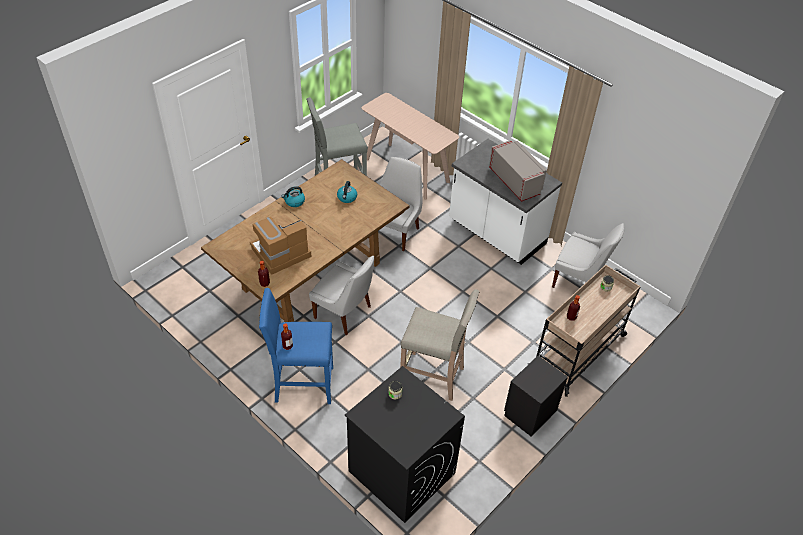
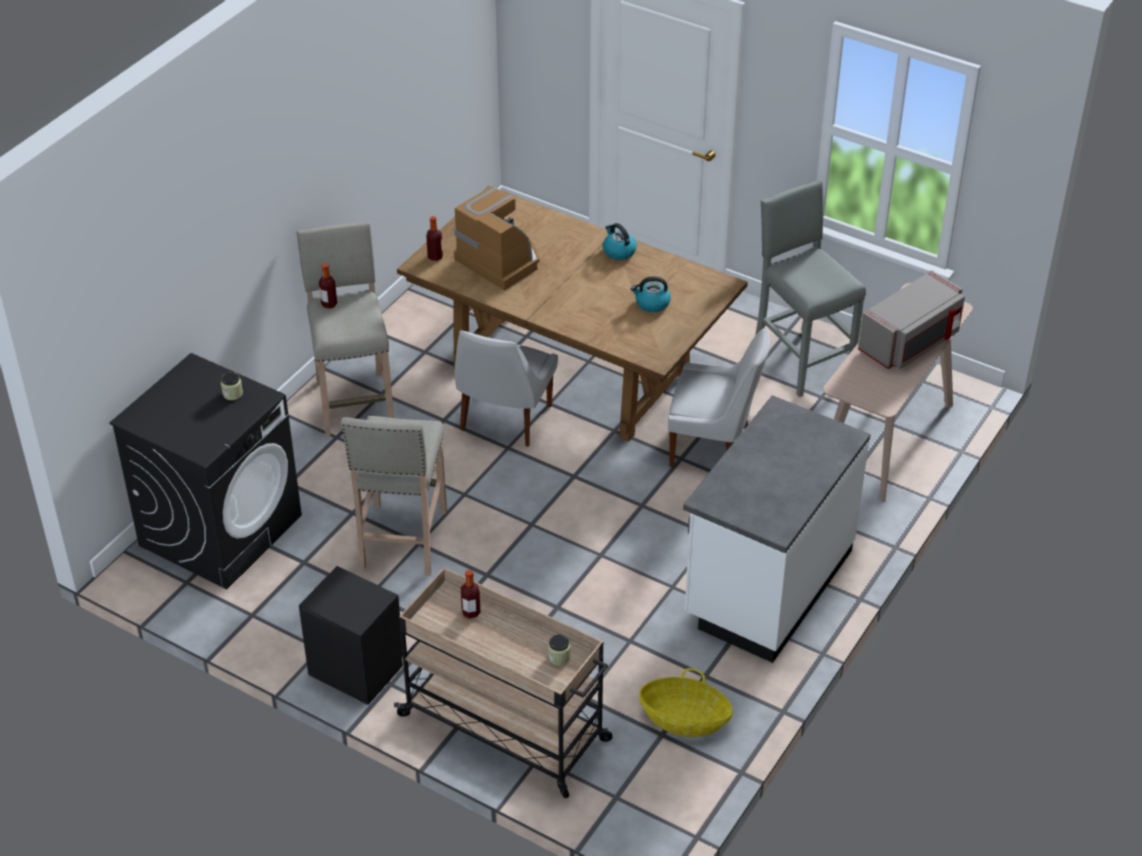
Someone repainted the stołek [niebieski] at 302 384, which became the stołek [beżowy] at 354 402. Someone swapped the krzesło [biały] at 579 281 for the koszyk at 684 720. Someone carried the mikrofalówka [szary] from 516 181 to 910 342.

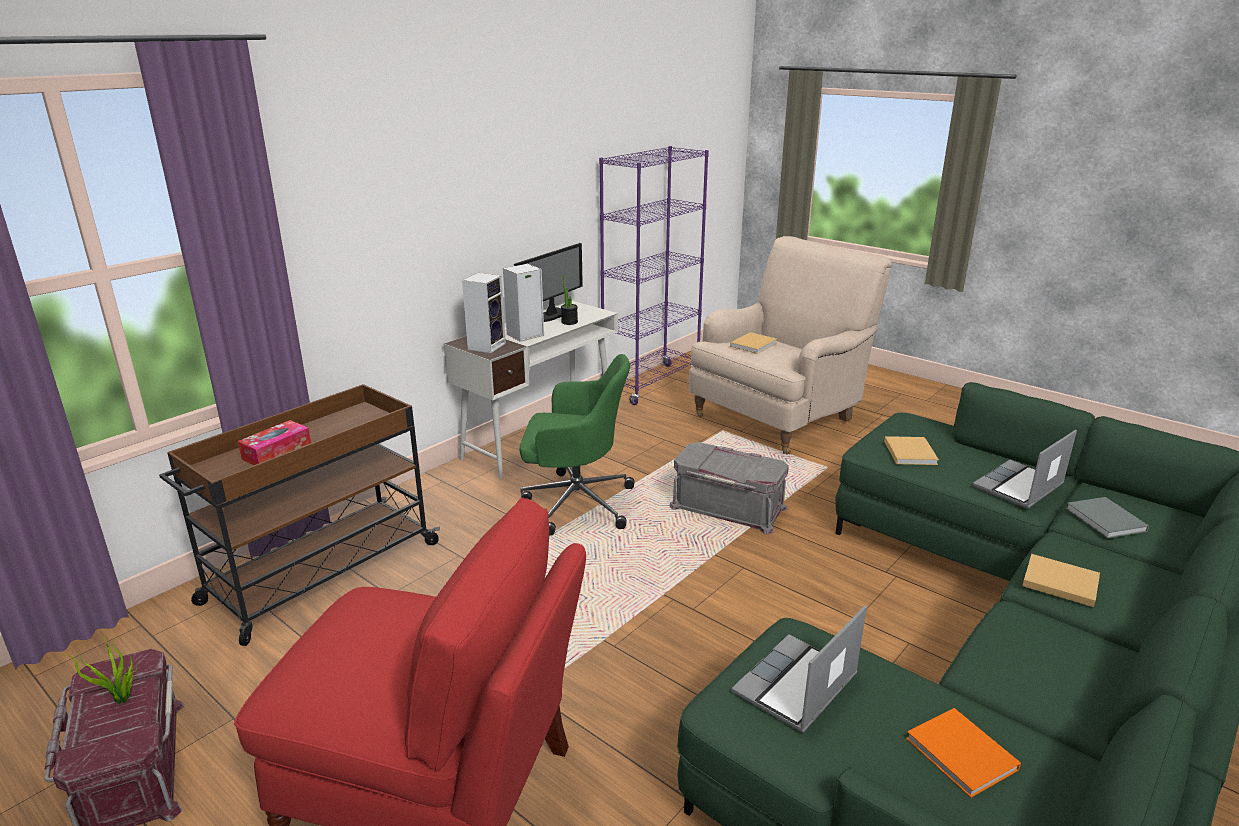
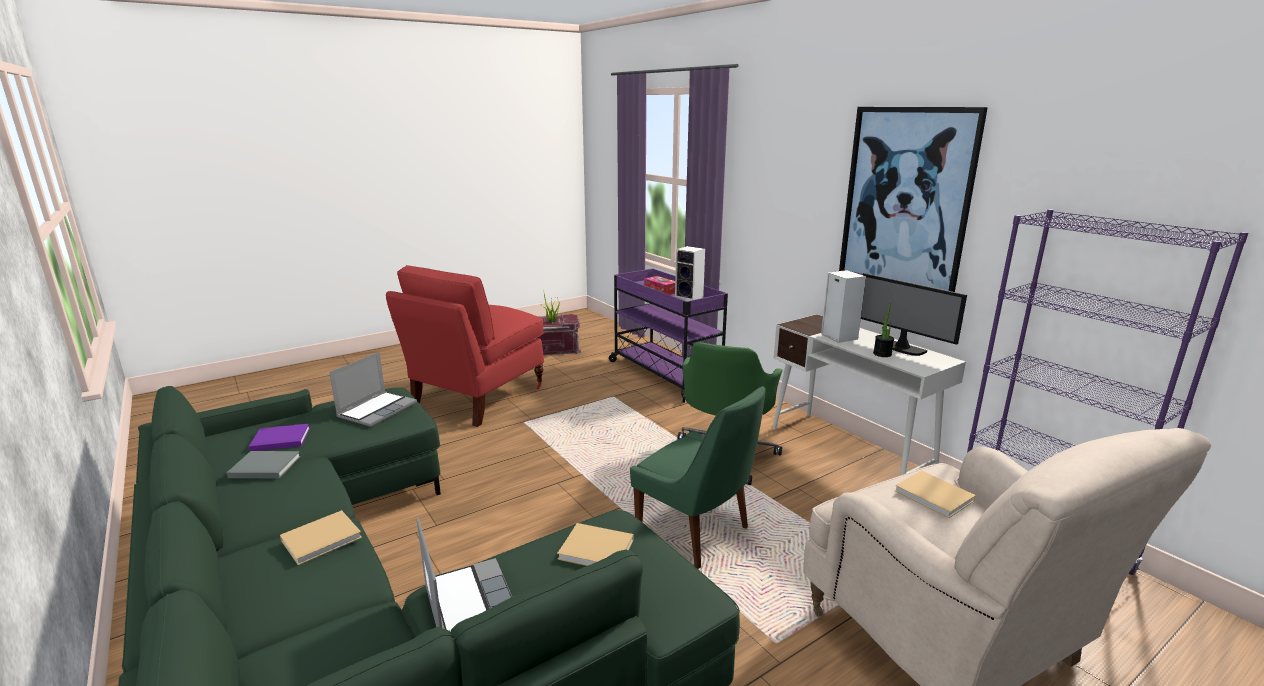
Someone carried the książka [szary] from 1107 521 to 263 467. Someone repainted the książka [pomarańczowy] at 963 756, which became the książka [fioletowy] at 279 439. Someone rotated the laptop at 796 686 by 60 degrees clockwise. Someone repainted the wózek [brązowy] at 320 574, which became the wózek [fioletowy] at 665 374. Someone swapped the pojemnik do przechowywania [szary] at 728 507 for the krzesło [zielony] at 696 533. Someone carried the głośnik from 487 345 to 690 300. Someone put up the obraz at 905 200.

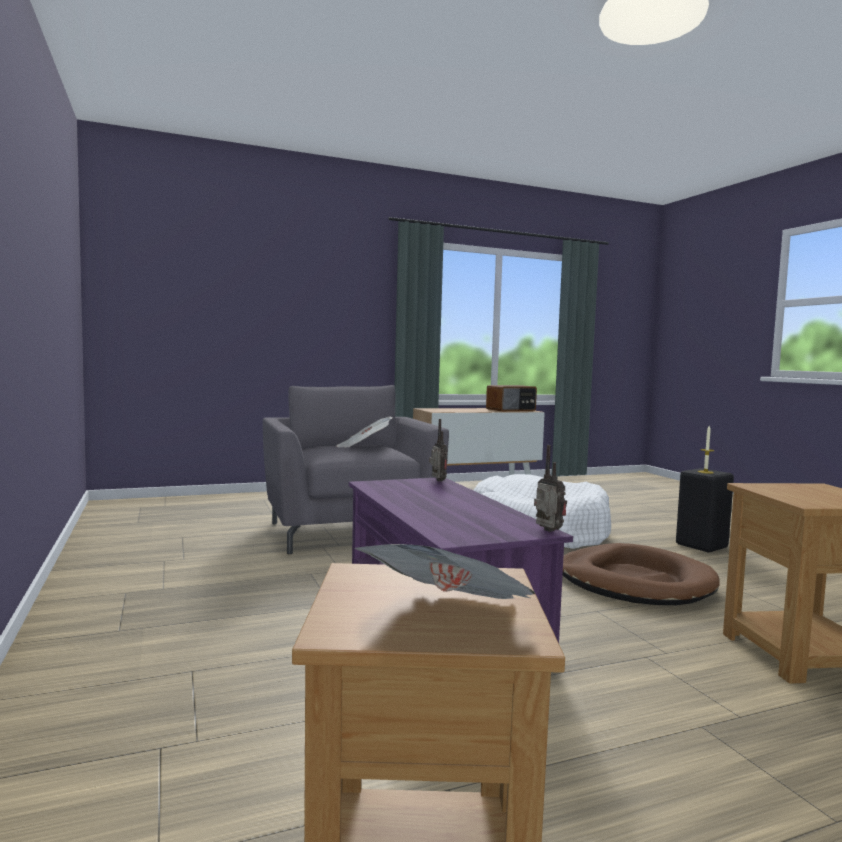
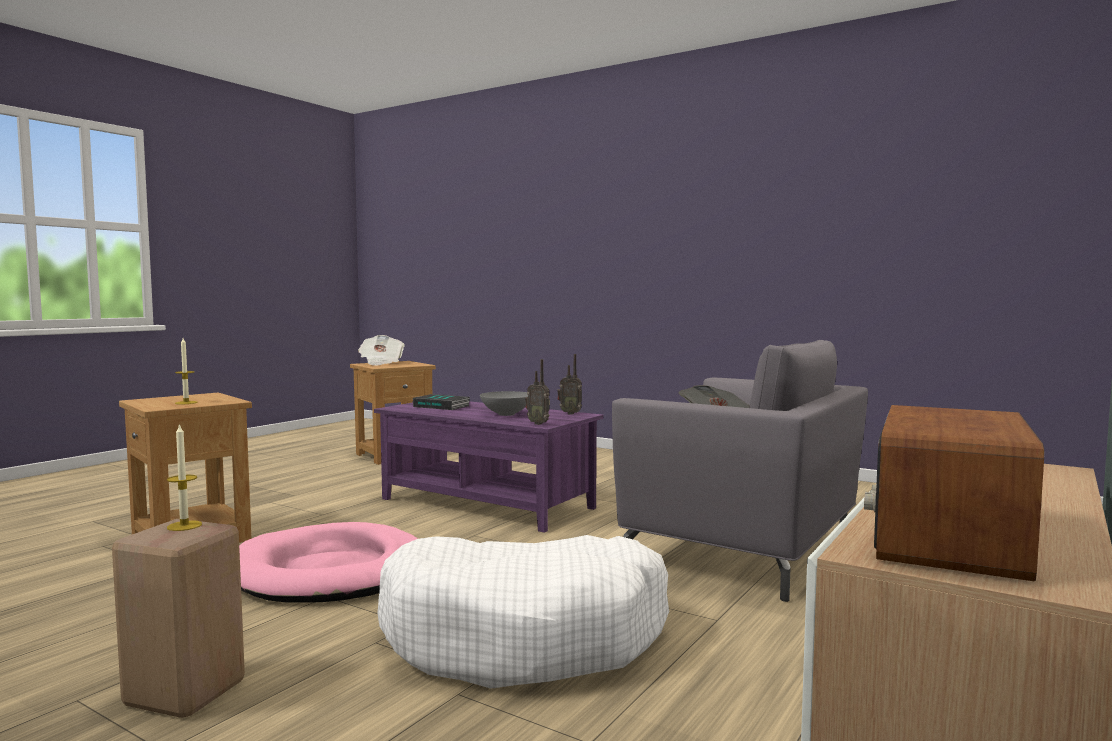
Someone repainted the stołek [czarny] at 703 546, which became the stołek [beżowy] at 181 694. Someone put down the świeca at 186 403. Someone repainted the legowisko [brązowy] at 634 582, which became the legowisko [różowy] at 331 572. Someone put down the książka at 442 406. Someone put down the miska [szary] at 506 414. Someone carried the radio from 547 531 to 570 413.

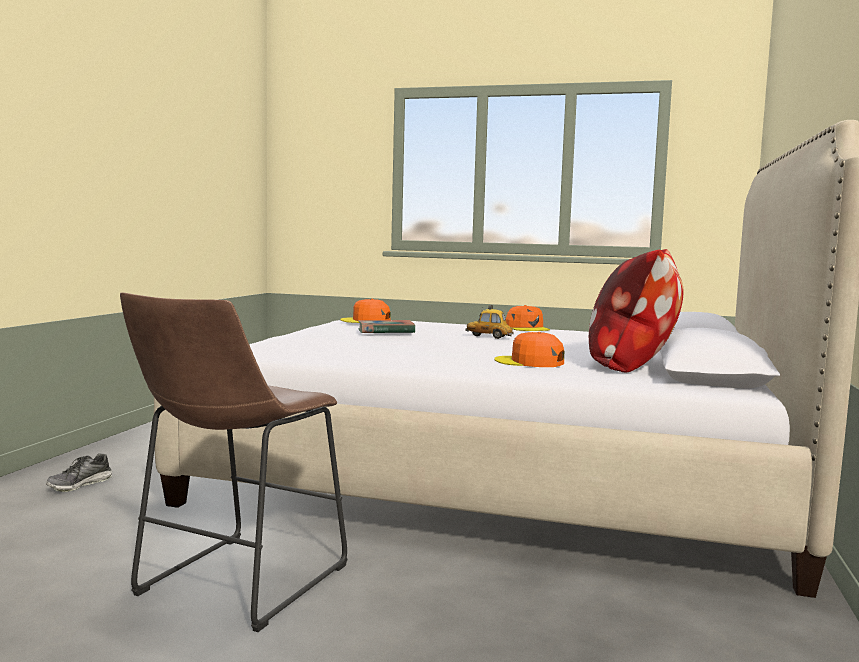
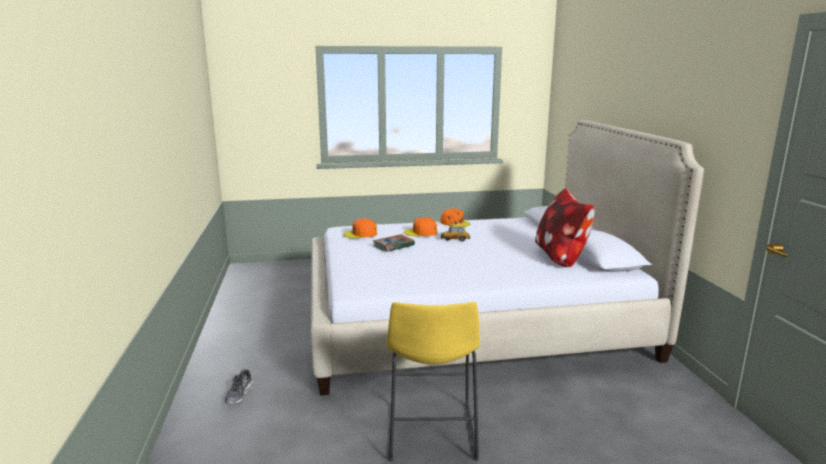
Someone repainted the stołek [brązowy] at 235 584, which became the stołek [żółty] at 431 436. Someone carried the czapka z daszkiem [pomarańczowy] from 529 362 to 421 232.

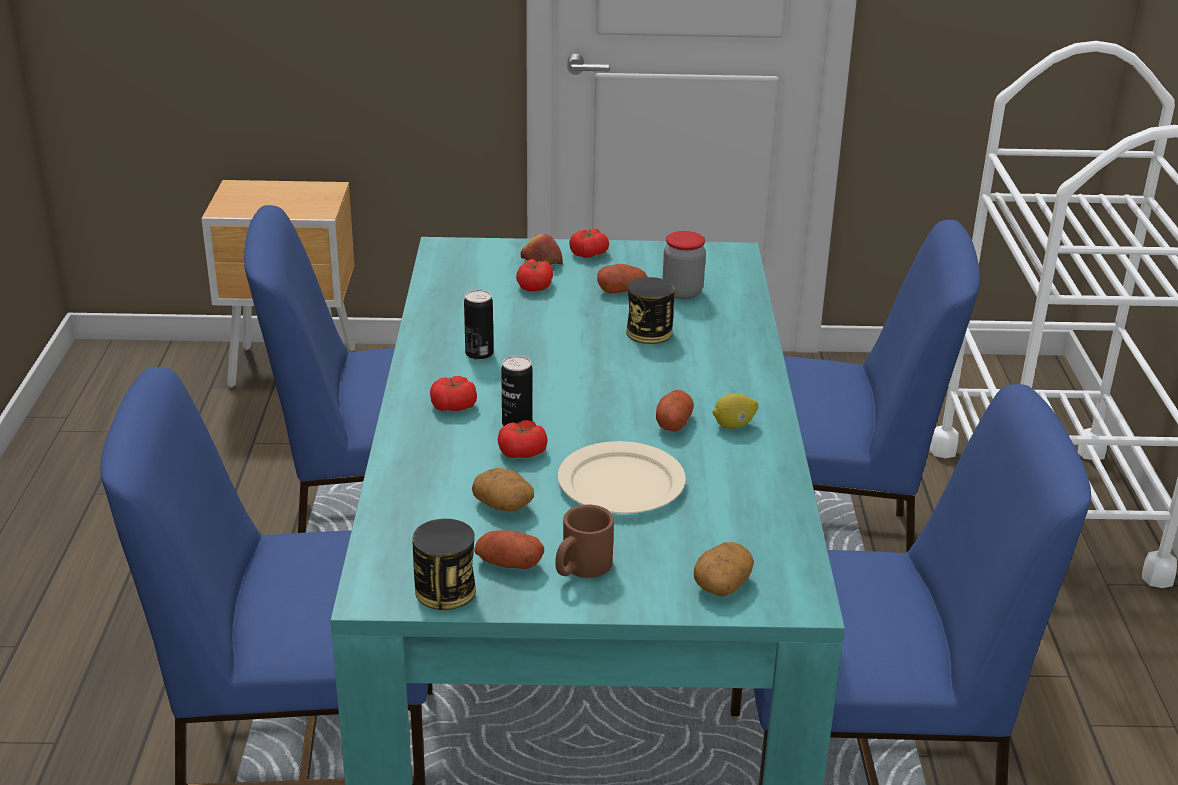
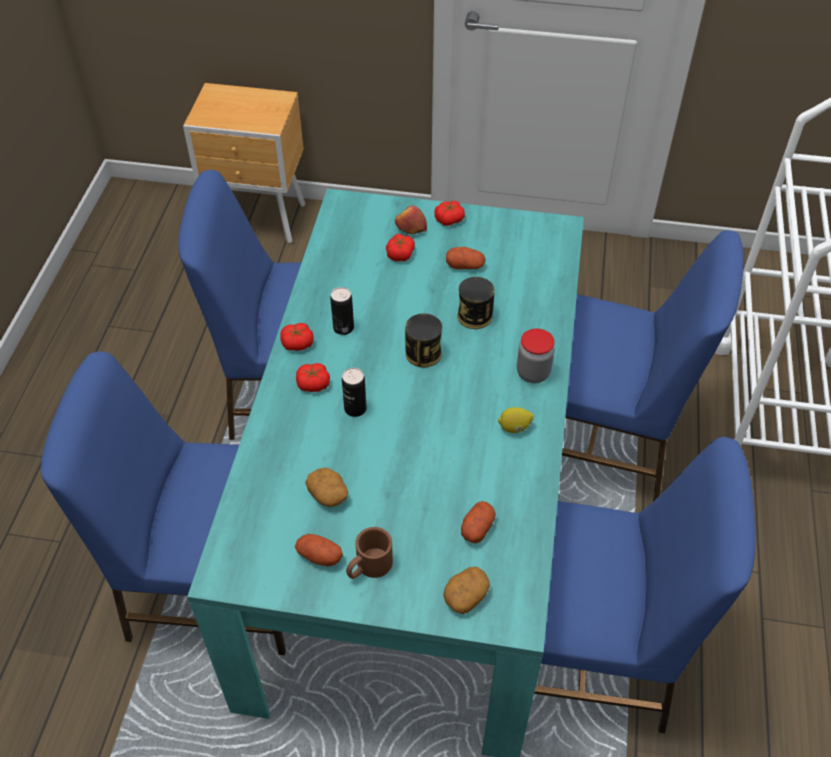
Someone carried the pomidor from 522 452 to 297 343. Someone carried the puszka from 445 590 to 423 353. Someone carried the ziemniak from 673 422 to 477 528. Someone carried the słoik from 682 292 to 533 373. Someone took away the talerz [beżowy] at 621 483.

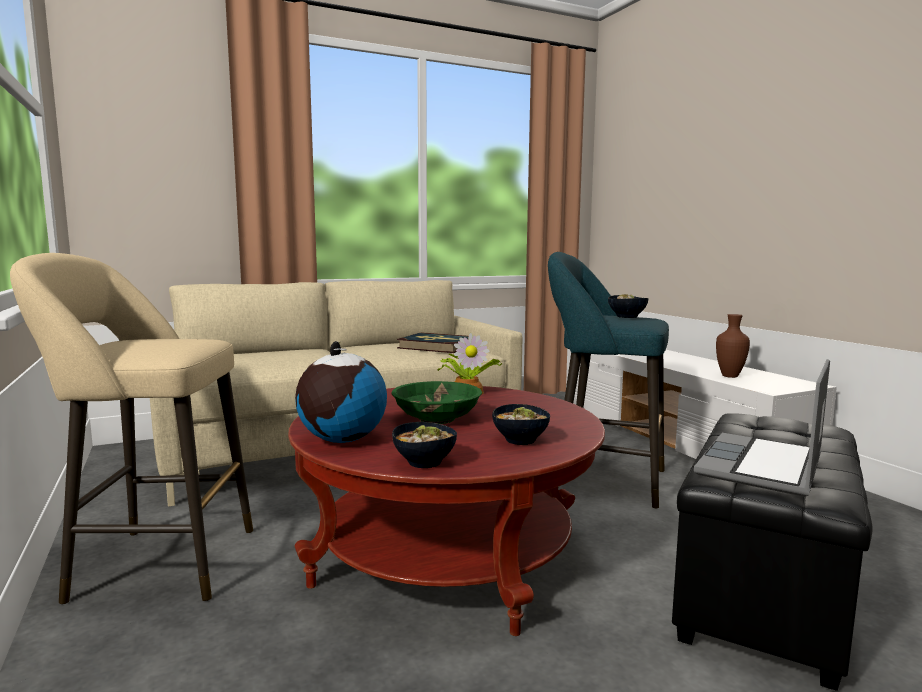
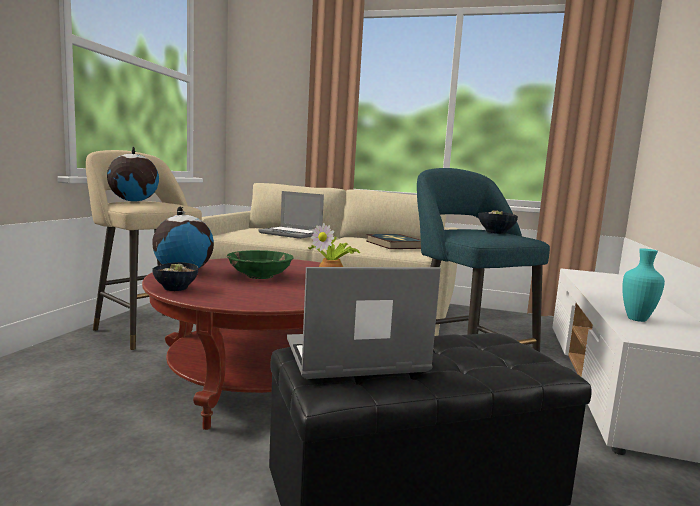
Someone put down the globus at 133 201. Someone put down the laptop at 292 234. Someone repainted the wazon [brązowy] at 731 376, which became the wazon [turkusowy] at 638 320. Someone took away the miska at 521 440.

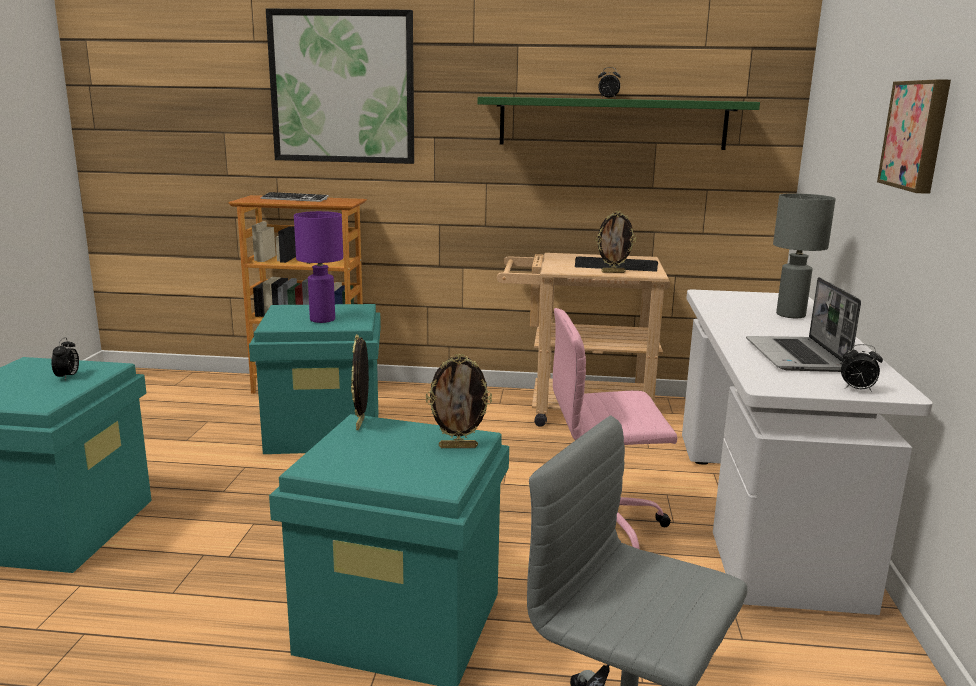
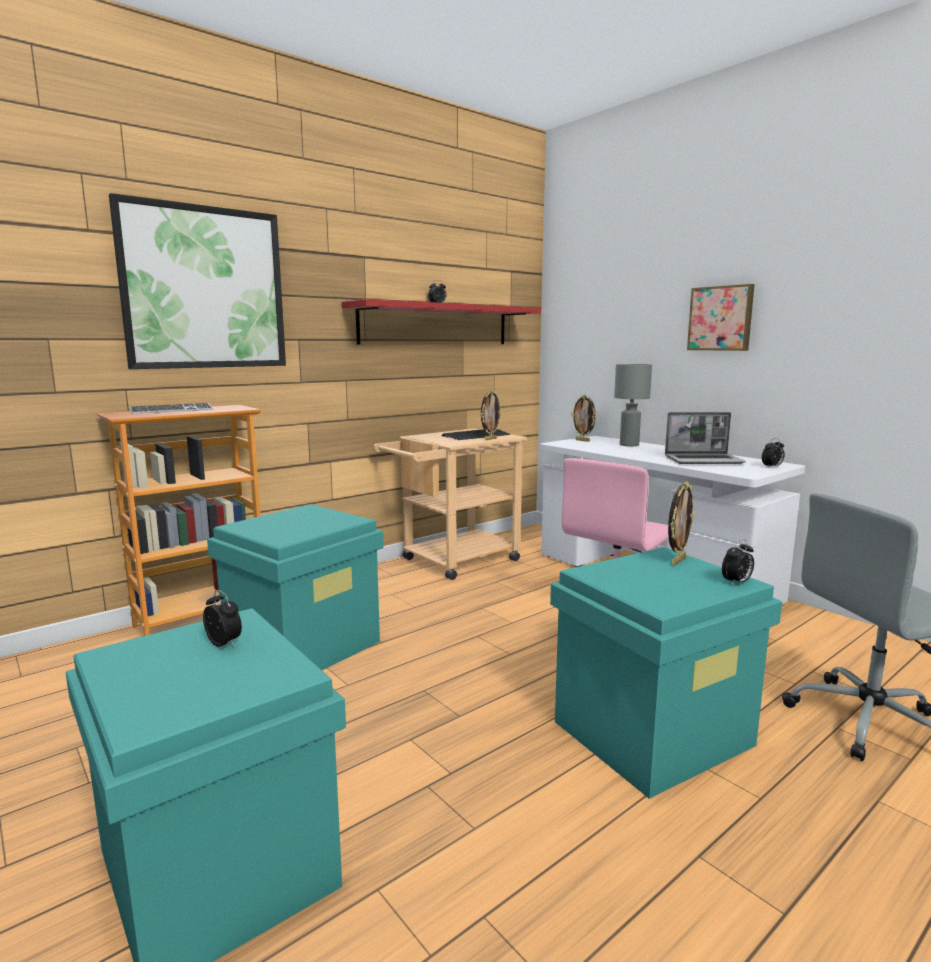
Someone repainted the półka [zielony] at 612 123, which became the półka [czerwony] at 436 325. Someone carried the ramka na zdjęcie from 361 424 to 583 440. Someone rotated the laptop at 797 356 by 45 degrees counterclockwise. Someone put down the budzik at 736 582. Someone took away the lampa stołowa [fioletowy] at 322 319.

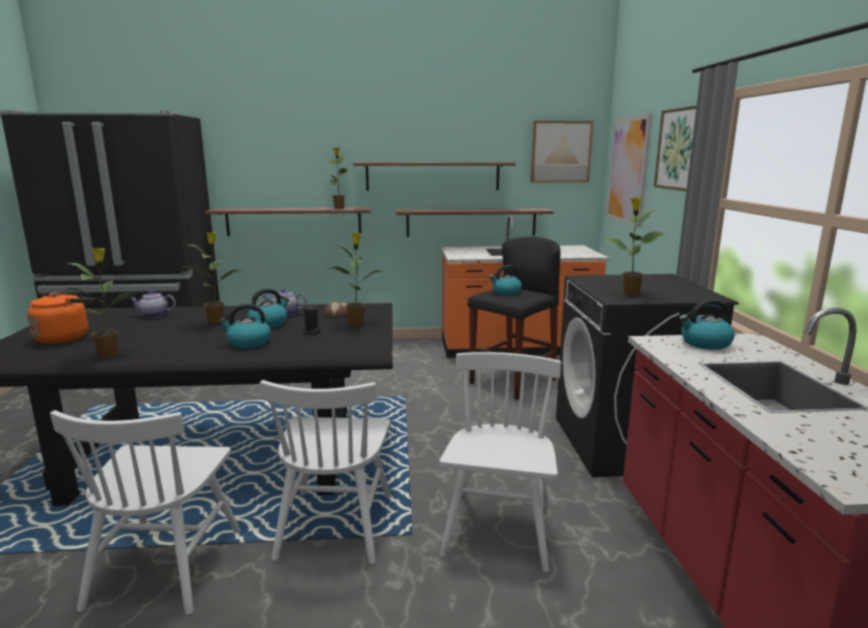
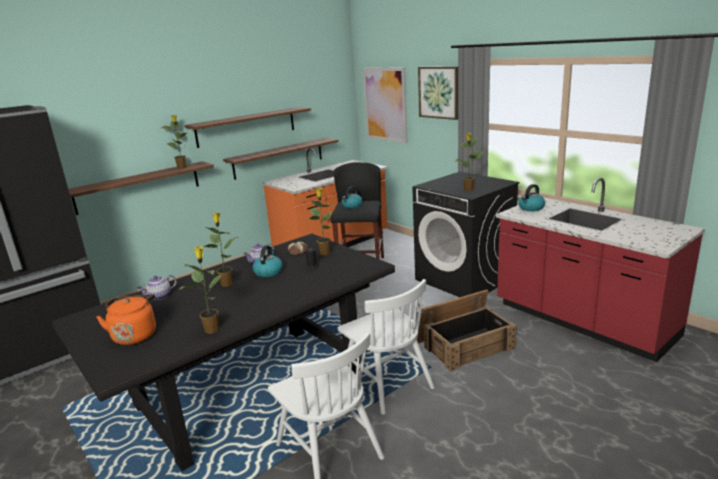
Someone swapped the krzesło [biały] at 499 529 for the skrzynka at 465 344. Someone took away the czajnik at 248 343. Someone took away the obraz at 560 151.

